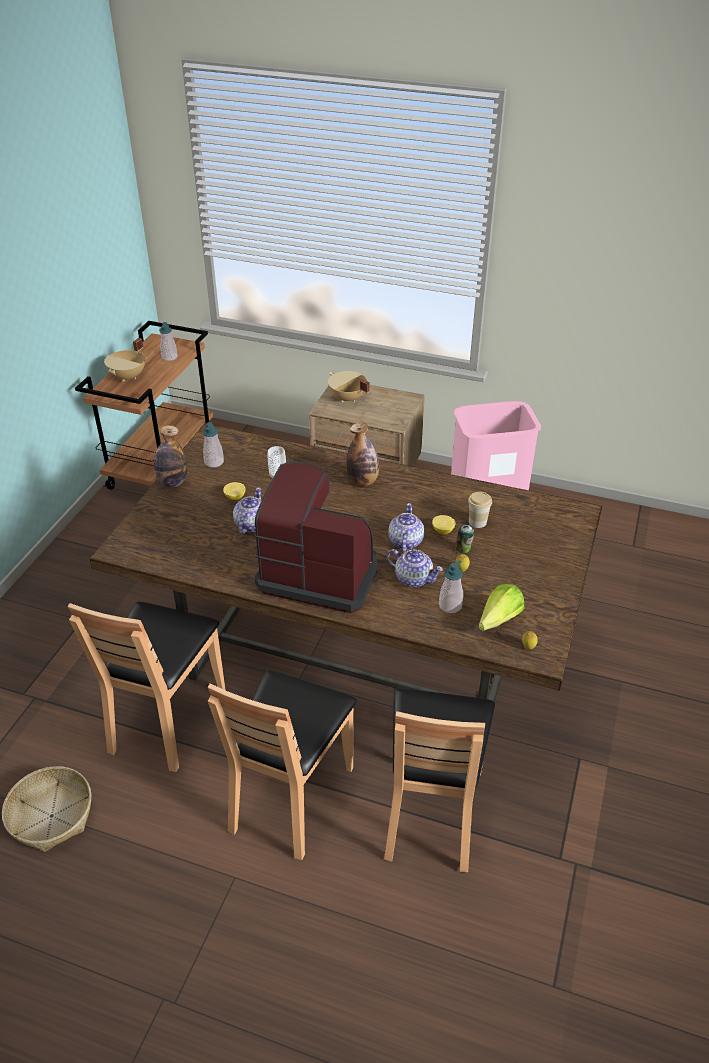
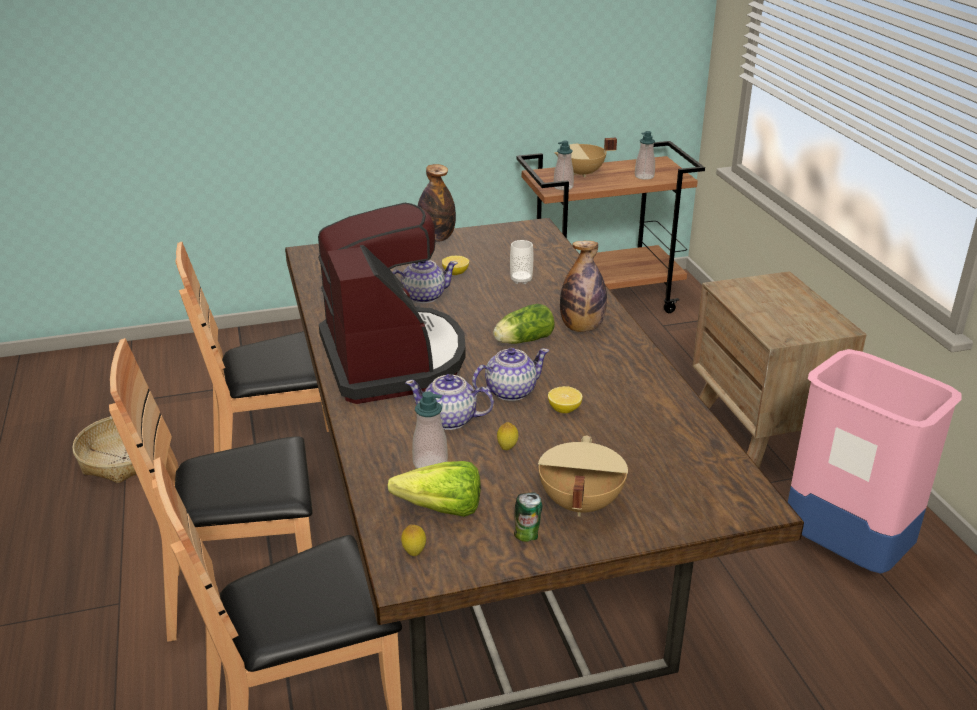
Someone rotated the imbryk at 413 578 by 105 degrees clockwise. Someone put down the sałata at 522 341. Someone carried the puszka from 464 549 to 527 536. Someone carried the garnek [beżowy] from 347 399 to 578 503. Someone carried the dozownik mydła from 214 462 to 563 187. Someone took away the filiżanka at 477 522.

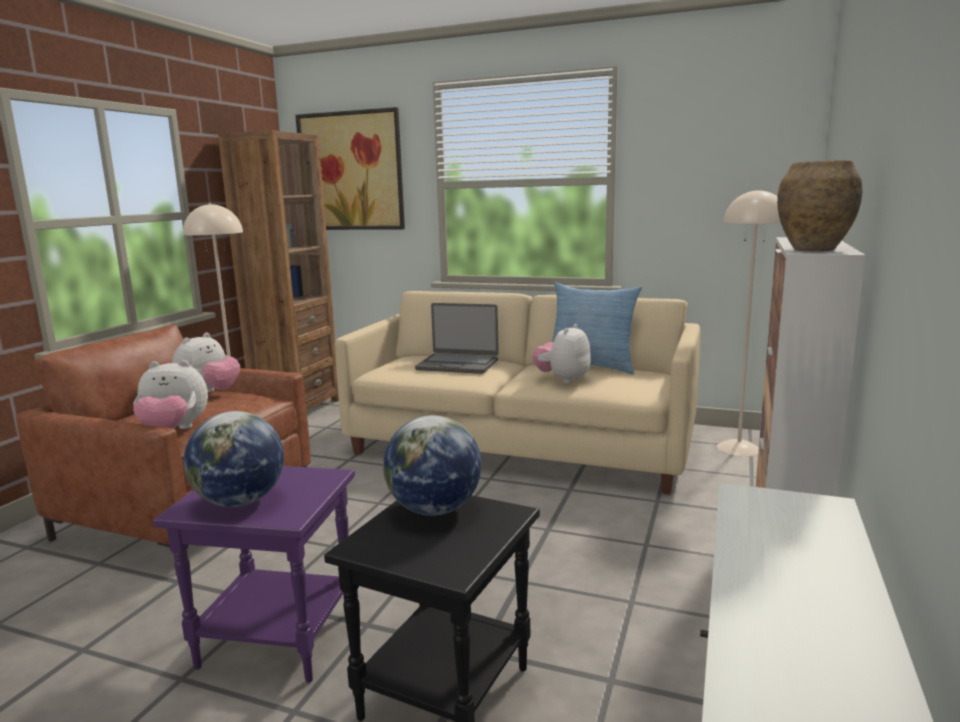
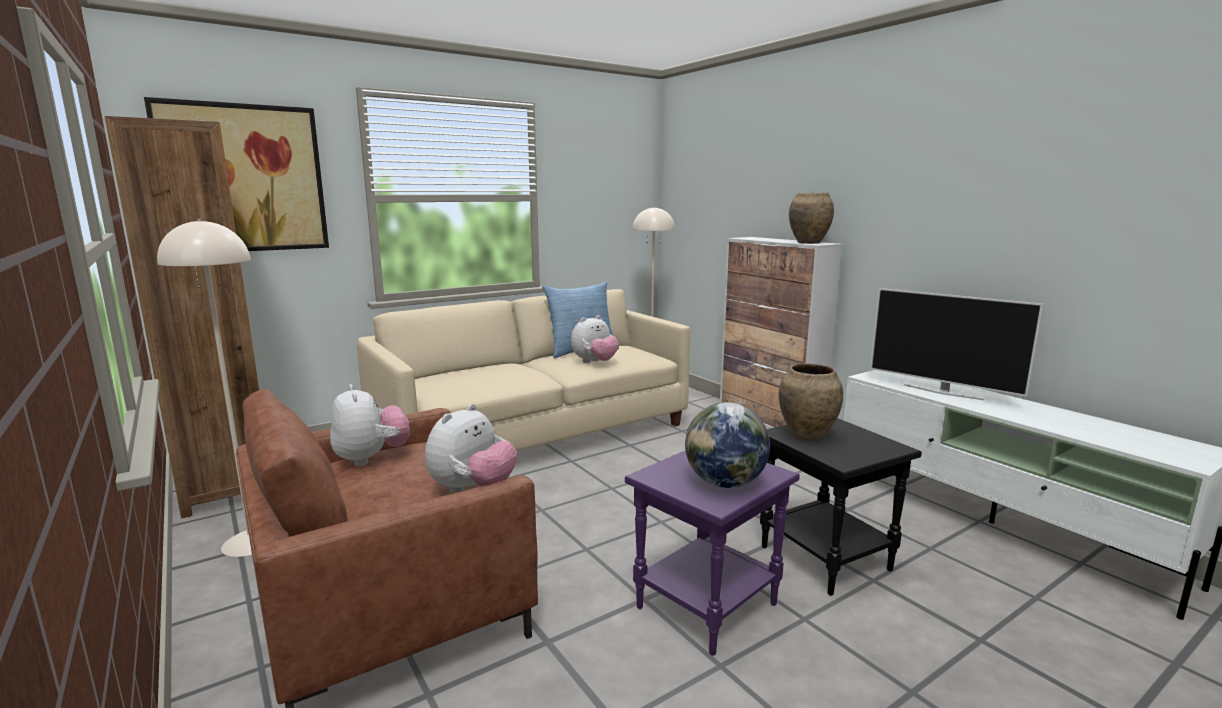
Someone rotated the pluszak at 563 380 by 105 degrees counterclockwise. Someone swapped the globus at 434 510 for the wazon [brązowy] at 807 435. Someone put down the telewizor at 943 392. Someone took away the laptop at 458 365.

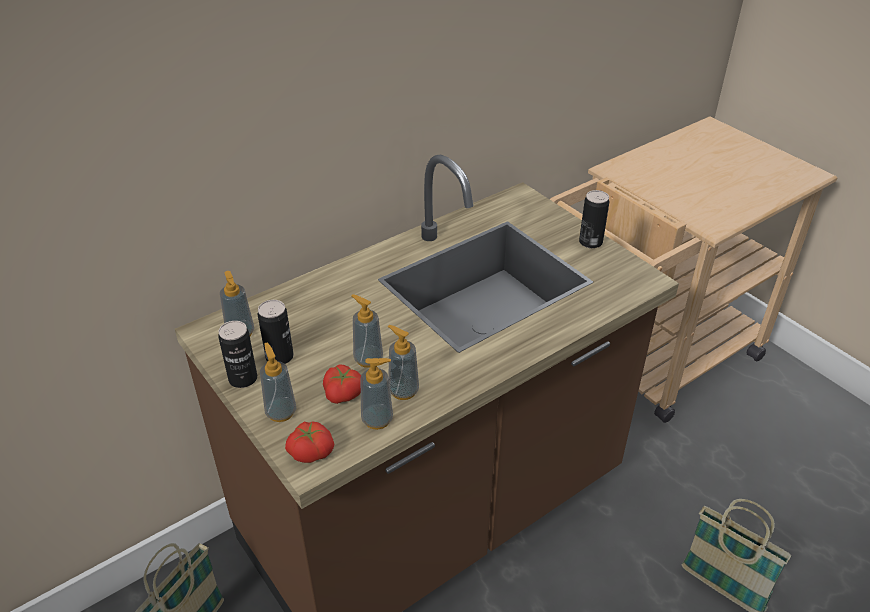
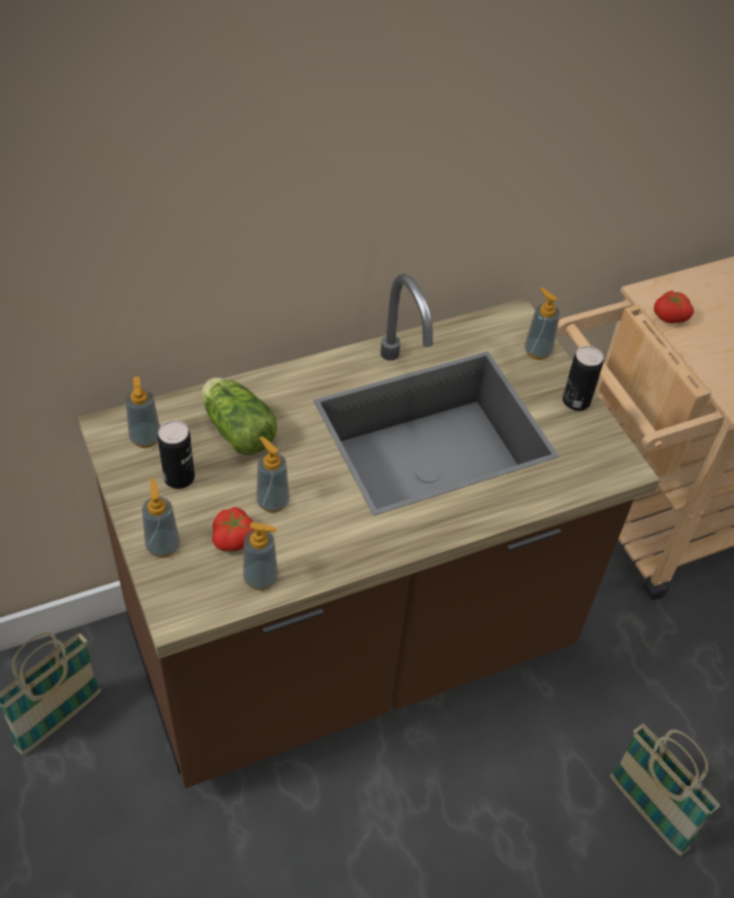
Someone put down the sałata at 236 428. Someone carried the dozownik mydła from 403 391 to 537 351. Someone carried the pomidor from 311 450 to 670 315. Someone took away the puszka at 243 378.

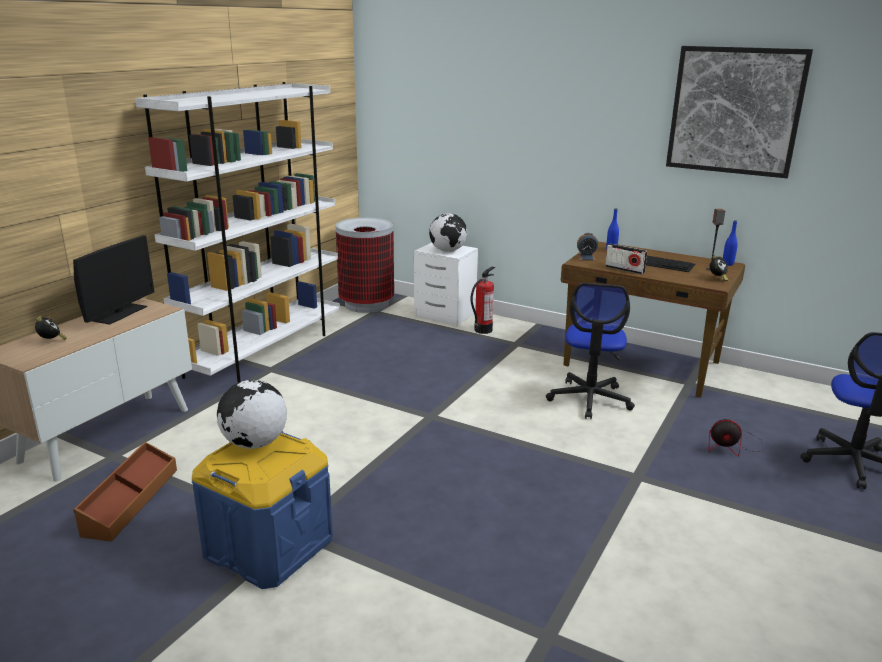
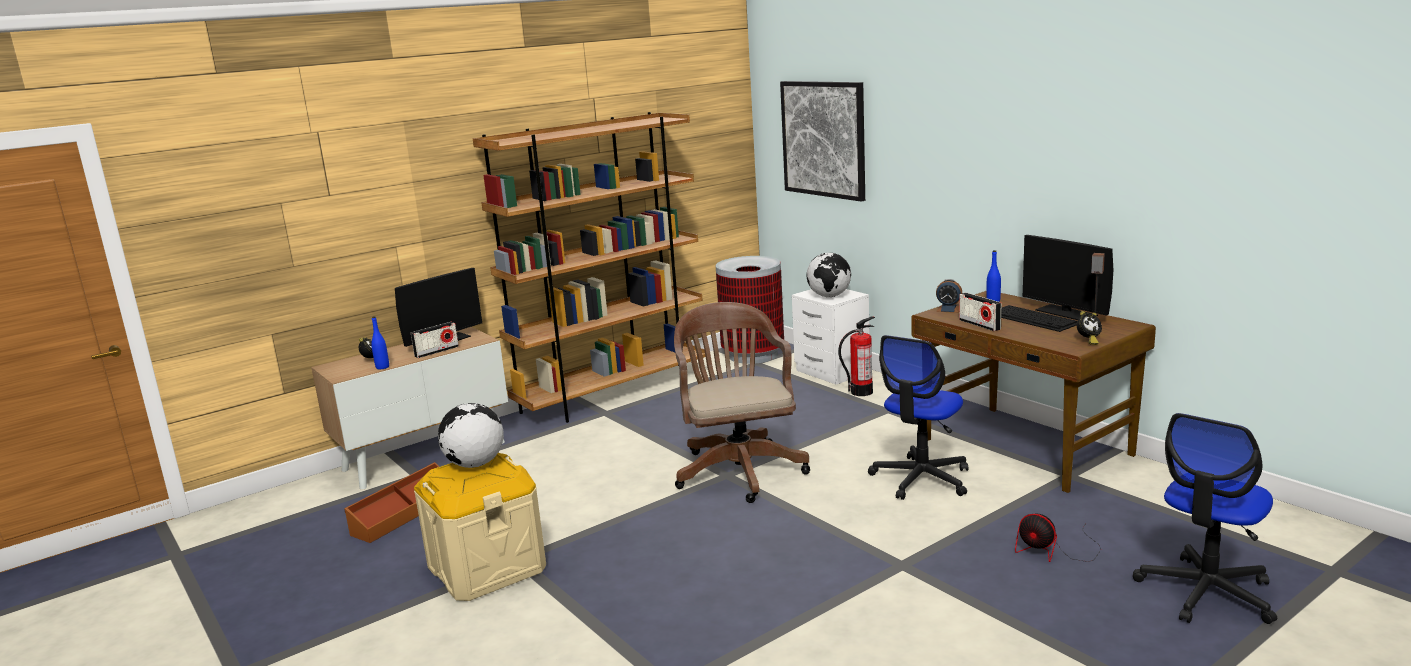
Someone carried the butelka [niebieski] from 727 264 to 382 367. Someone put down the radio at 436 351. Someone repainted the pojemnik do przechowywania [niebieski] at 268 546, which became the pojemnik do przechowywania [beżowy] at 486 568. Someone repainted the regał [biały] at 265 351, which became the regał [brązowy] at 613 395. Someone put down the krzesło biurowe [brązowy] at 738 469. Someone carried the obraz from 735 111 to 823 139. Someone put down the monitor at 1066 313.

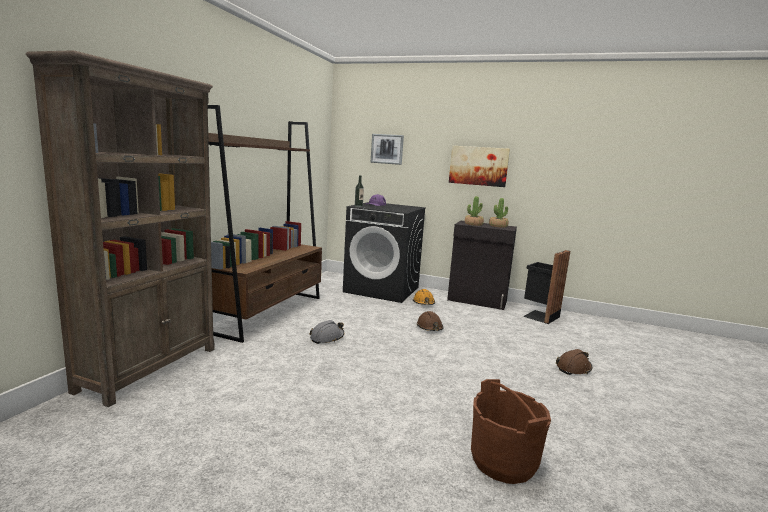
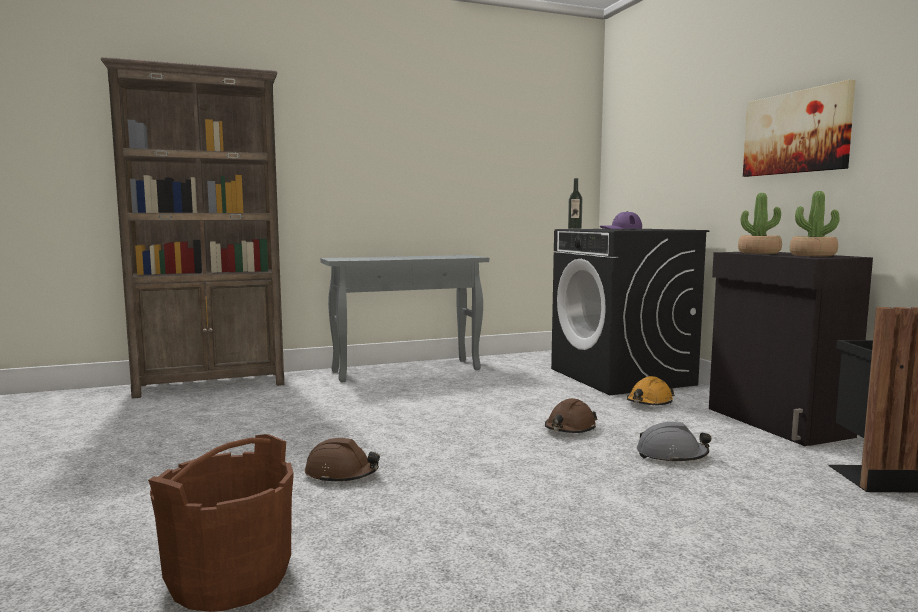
Someone carried the kask [brązowy] from 573 368 to 341 474. Someone swapped the regał [brązowy] at 268 313 for the stolik konsolowy [szary] at 407 370. Someone carried the kask [szary] from 327 338 to 671 455. Someone took away the obraz at 387 149.

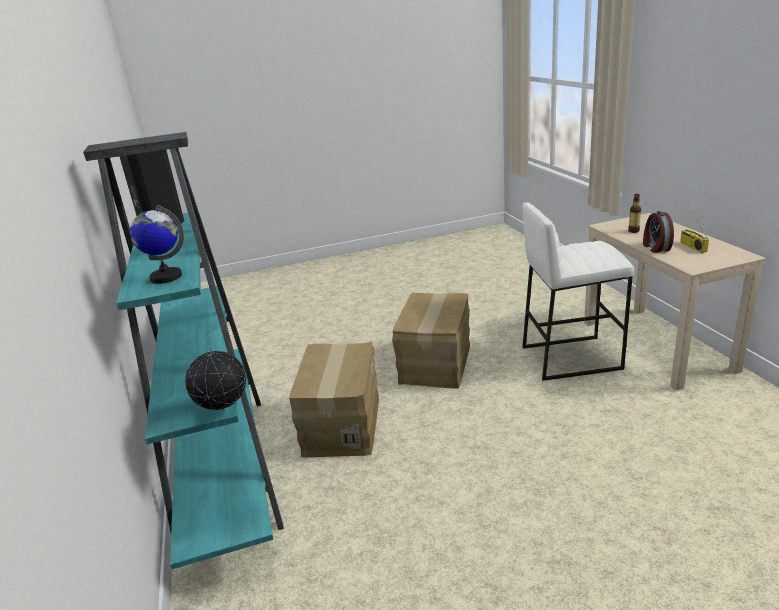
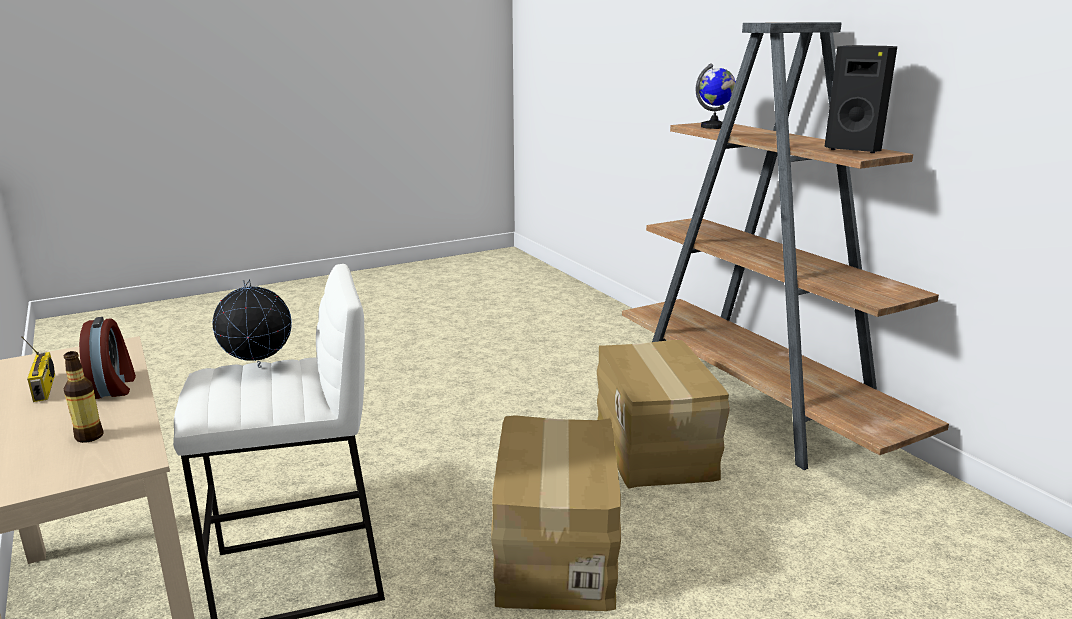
Someone carried the globus from 224 411 to 258 367. Someone repainted the regał [turkusowy] at 224 465, which became the regał [brązowy] at 755 404.

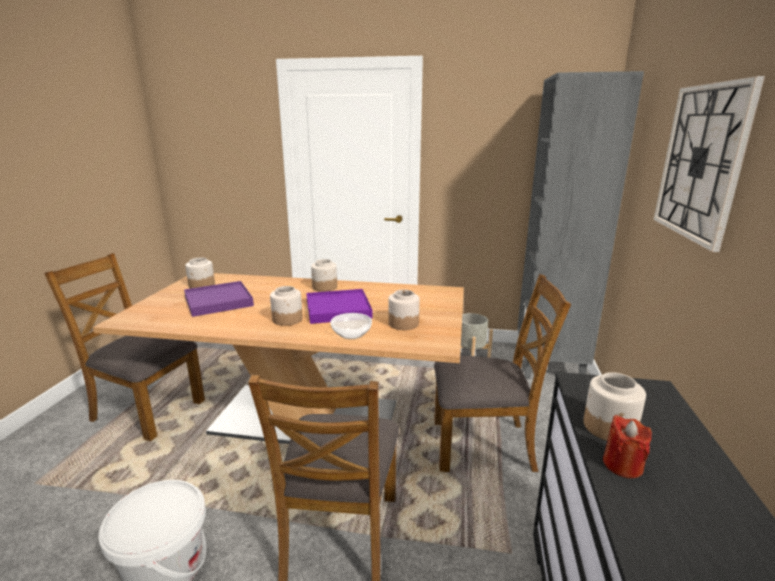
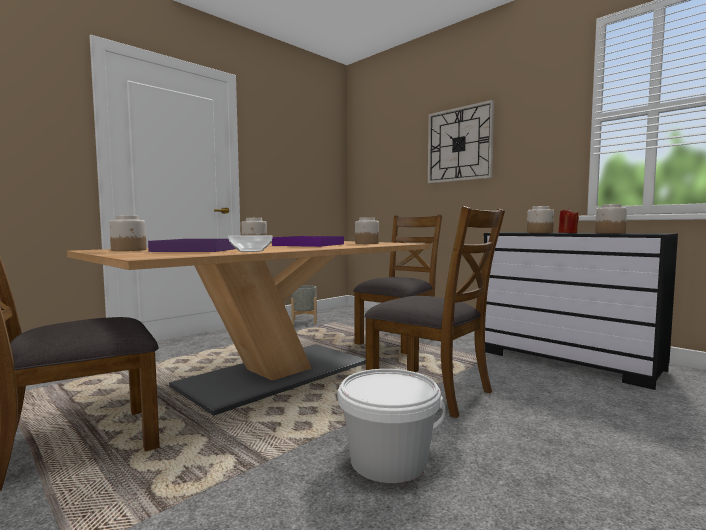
Someone carried the miska from 352 334 to 251 251. Someone carried the słoik from 287 319 to 609 233. Someone took away the regał [szary] at 550 364.

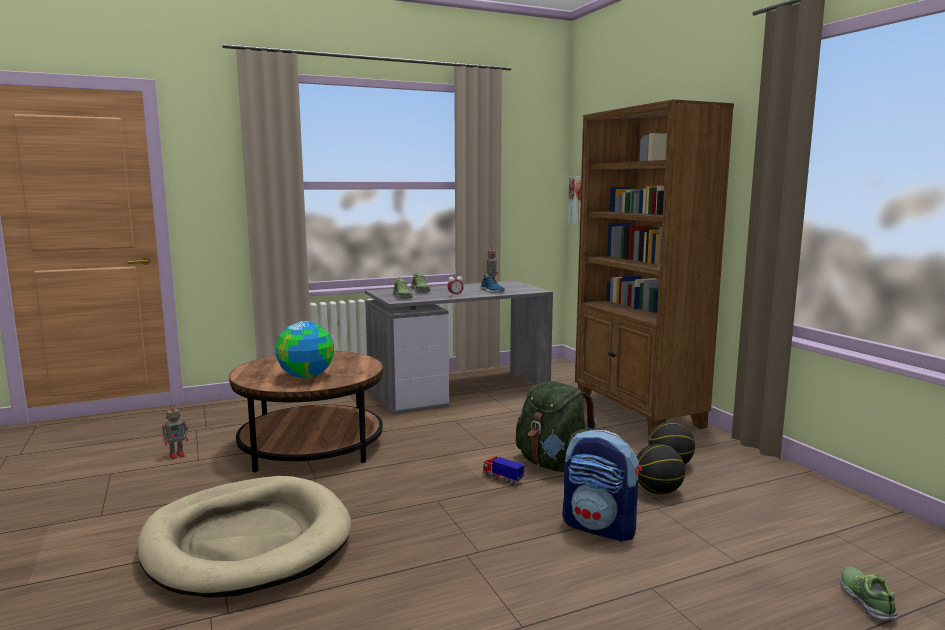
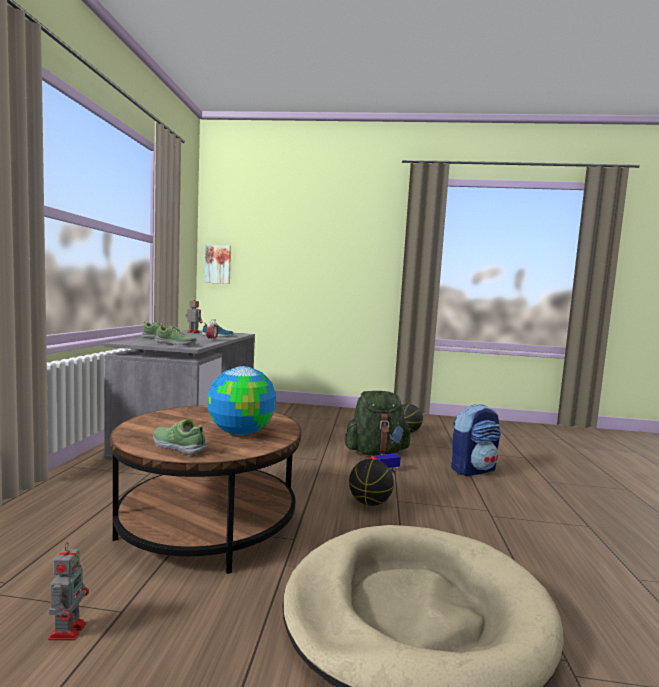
Someone carried the but from 866 600 to 179 446. Someone carried the piłka do koszykówki from 658 492 to 370 503. Someone took away the regał [brązowy] at 637 411.

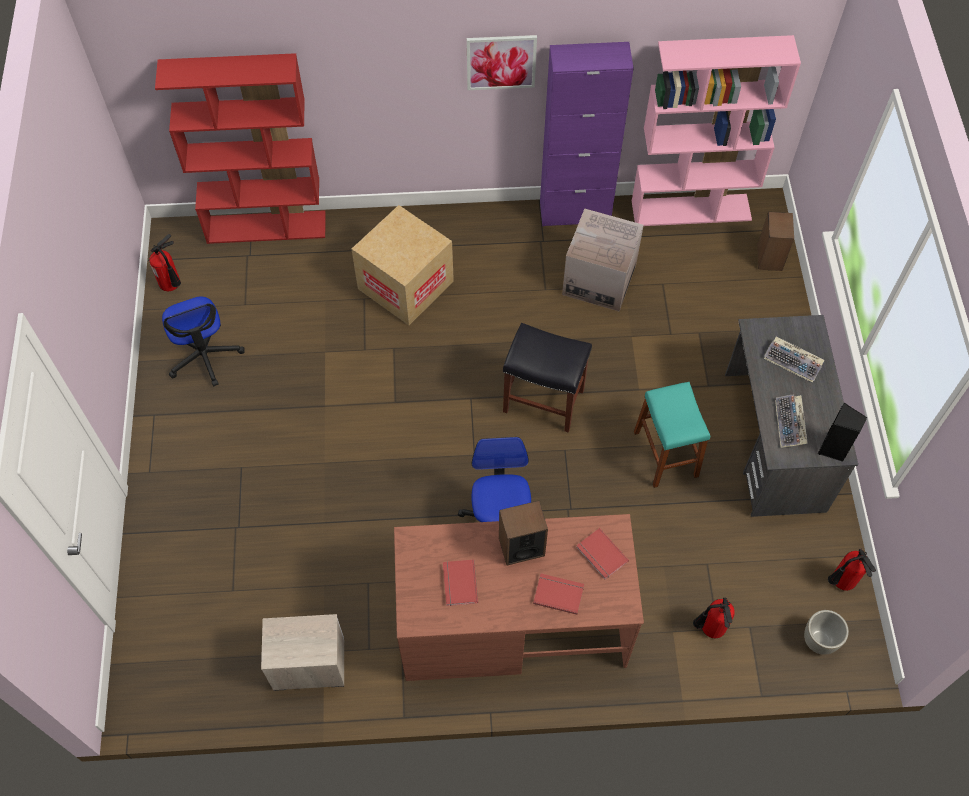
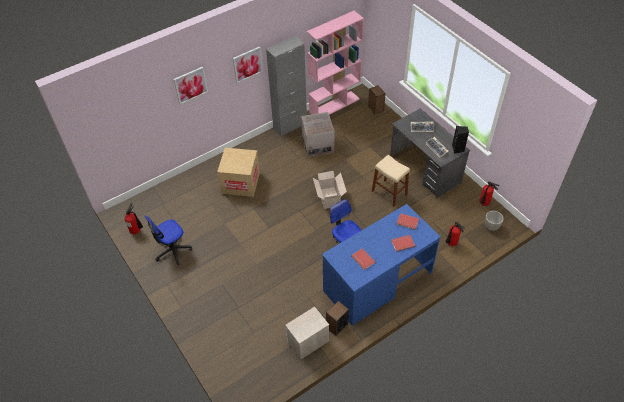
Someone rotated the krzesło biurowe at 205 356 by 105 degrees clockwise. Someone put up the obraz at 190 85. Someone repainted the szafka [fioletowy] at 575 212, which became the szafka [szary] at 290 126. Someone swapped the stołek [czarny] at 545 400 for the karton at 329 197. Someone repainted the biurko [brązowy] at 512 622, which became the biurko [niebieski] at 377 281. Someone carried the głośnik from 521 546 to 336 326. Someone repainted the stołek [turkusowy] at 665 454, which became the stołek [beżowy] at 389 193. Someone took away the regał [czerwony] at 267 227.

